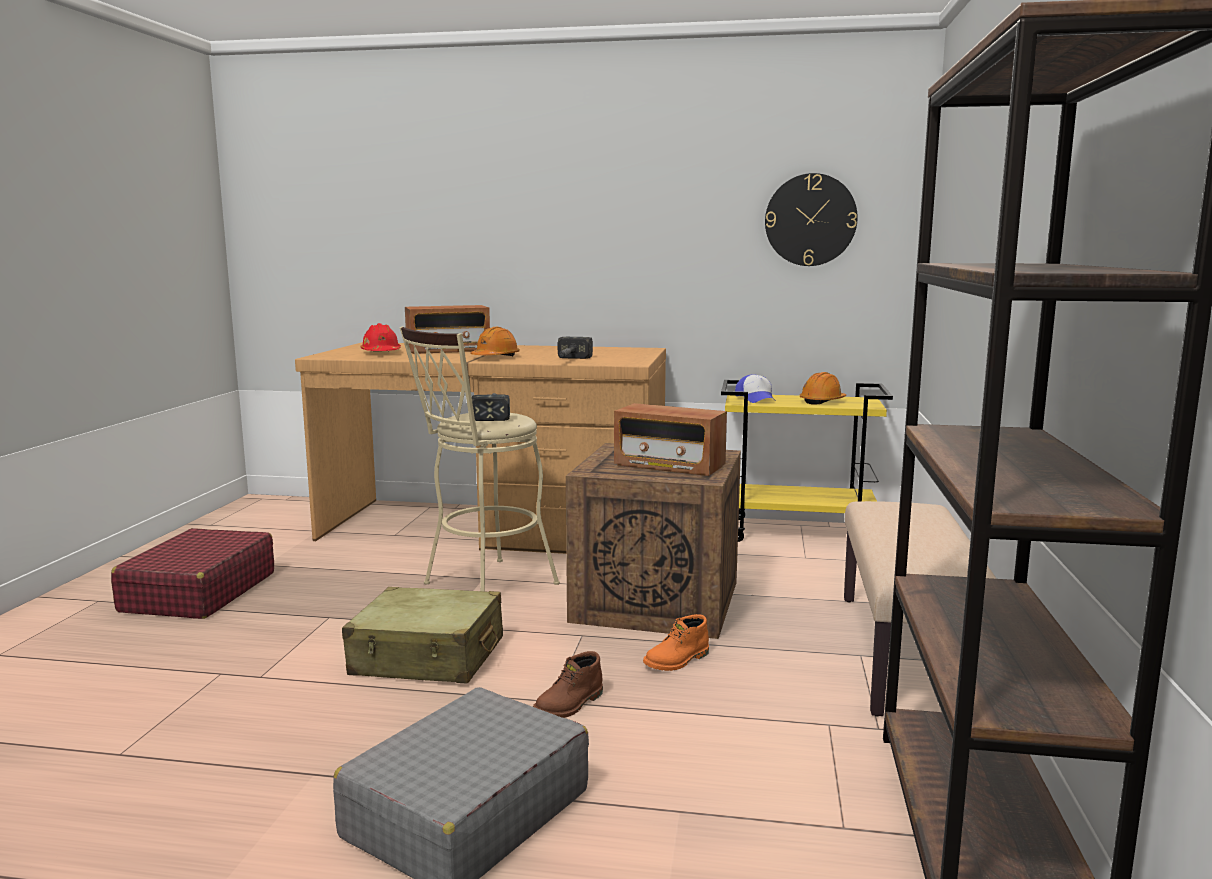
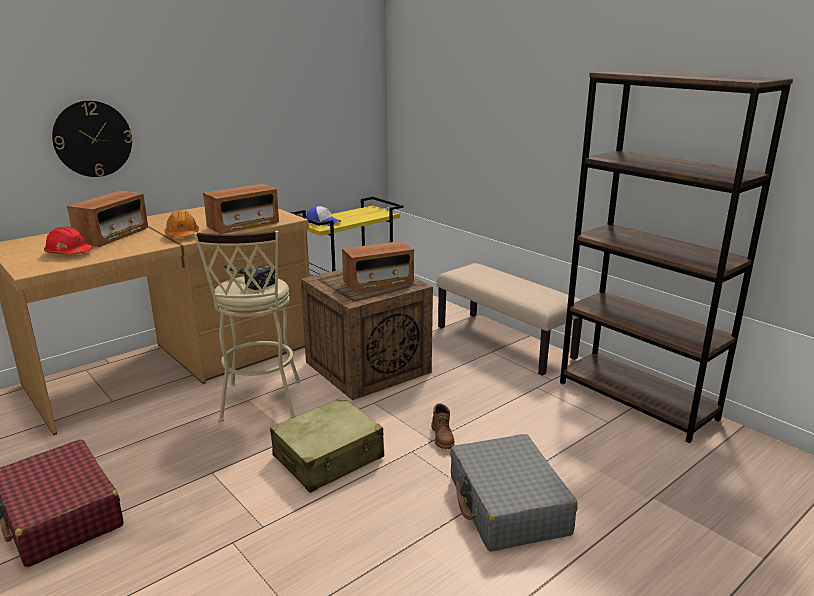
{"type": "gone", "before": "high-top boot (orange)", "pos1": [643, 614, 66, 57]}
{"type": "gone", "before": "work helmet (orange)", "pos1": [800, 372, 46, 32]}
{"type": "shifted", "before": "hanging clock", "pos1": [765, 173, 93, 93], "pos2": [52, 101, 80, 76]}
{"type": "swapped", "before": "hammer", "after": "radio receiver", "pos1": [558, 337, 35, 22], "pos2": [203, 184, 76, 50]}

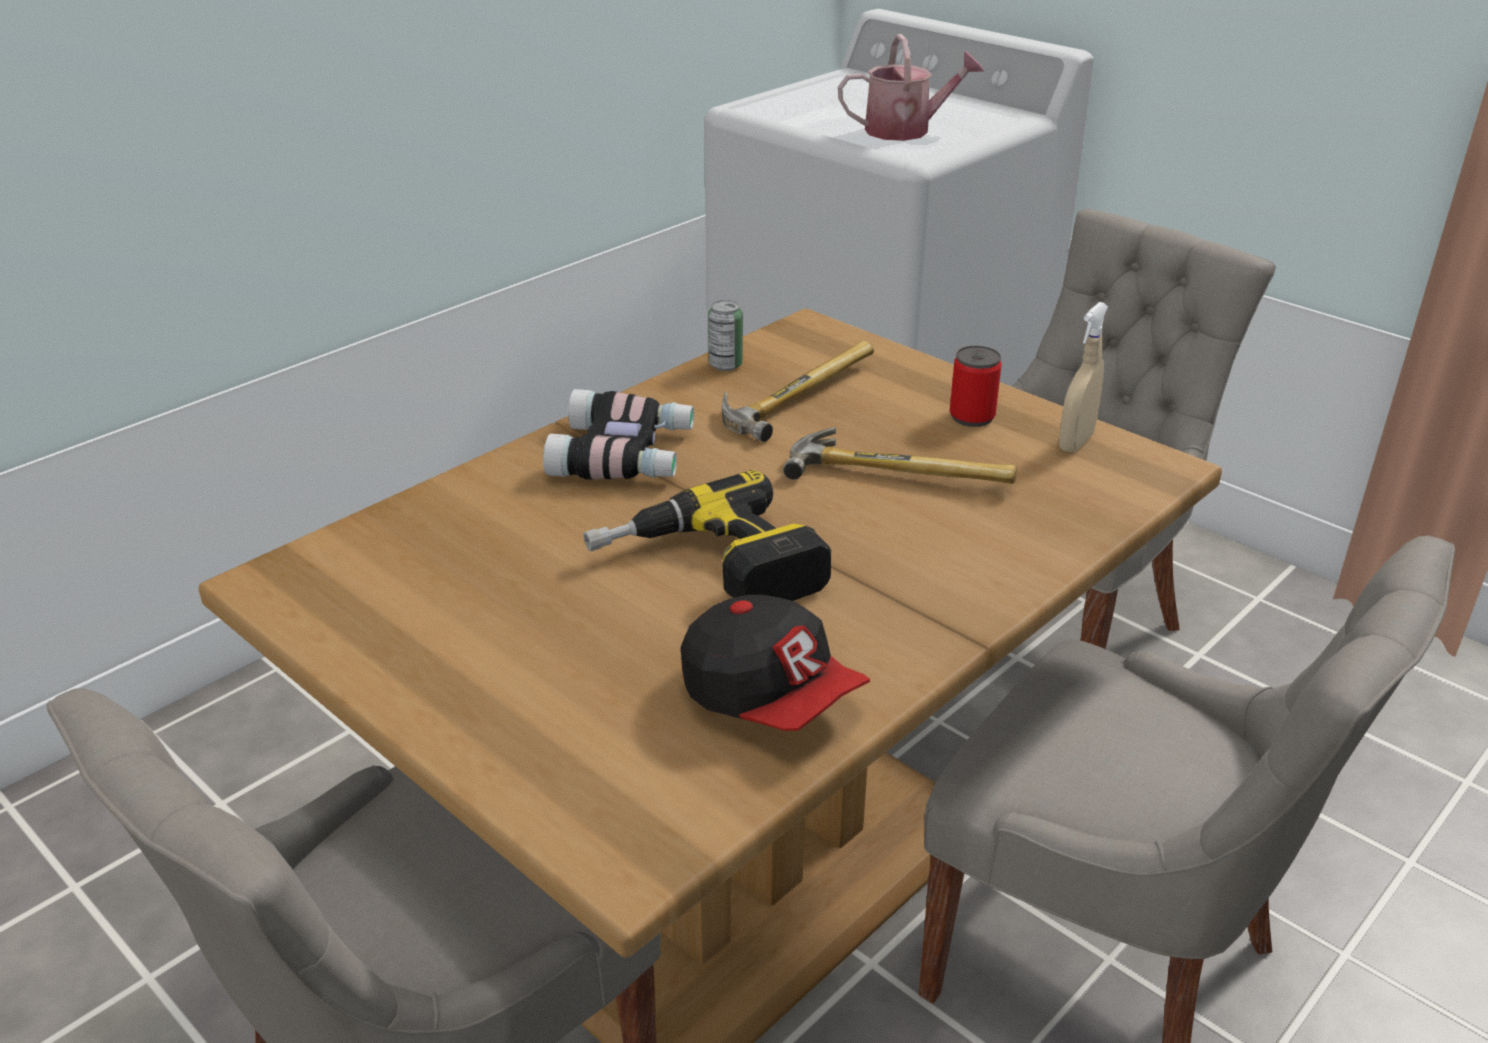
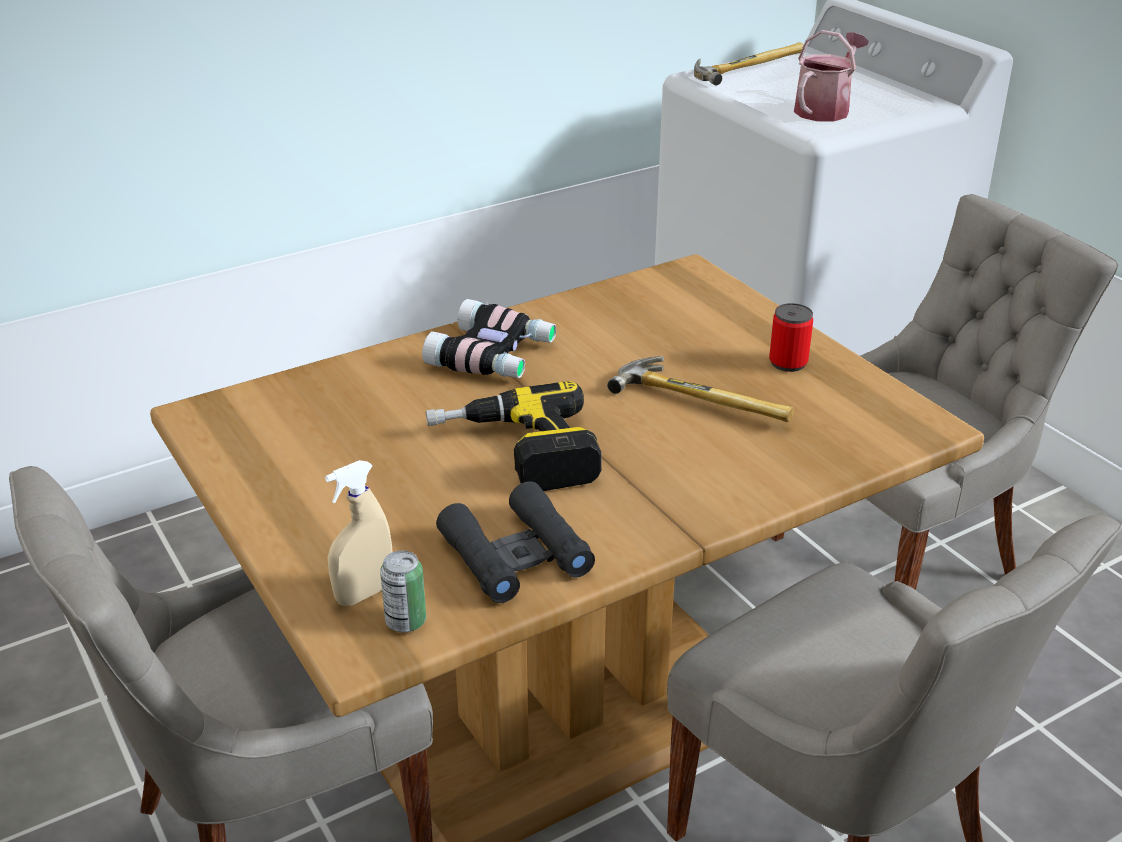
{"type": "shifted", "before": "can", "pos1": [708, 300, 35, 71], "pos2": [380, 551, 46, 81]}
{"type": "shifted", "before": "hammer", "pos1": [722, 341, 152, 101], "pos2": [694, 42, 110, 43]}
{"type": "shifted", "before": "sprayer (beige-coloured)", "pos1": [1059, 302, 49, 150], "pos2": [325, 460, 67, 146]}
{"type": "swapped", "before": "cap", "after": "binoculars (blackish)", "pos1": [681, 595, 189, 136], "pos2": [436, 481, 159, 122]}
{"type": "rotated", "before": "watering can", "pos1": [838, 34, 146, 107], "pos2": [794, 30, 75, 91], "turn": -60}

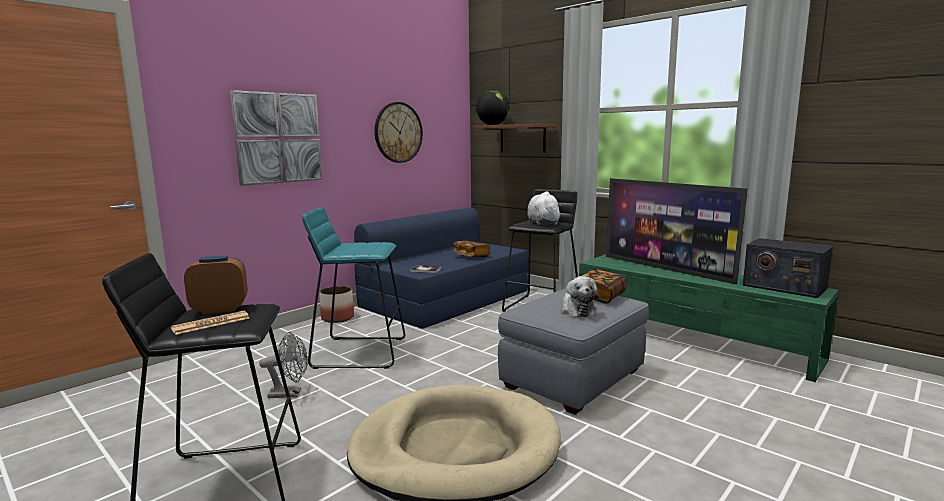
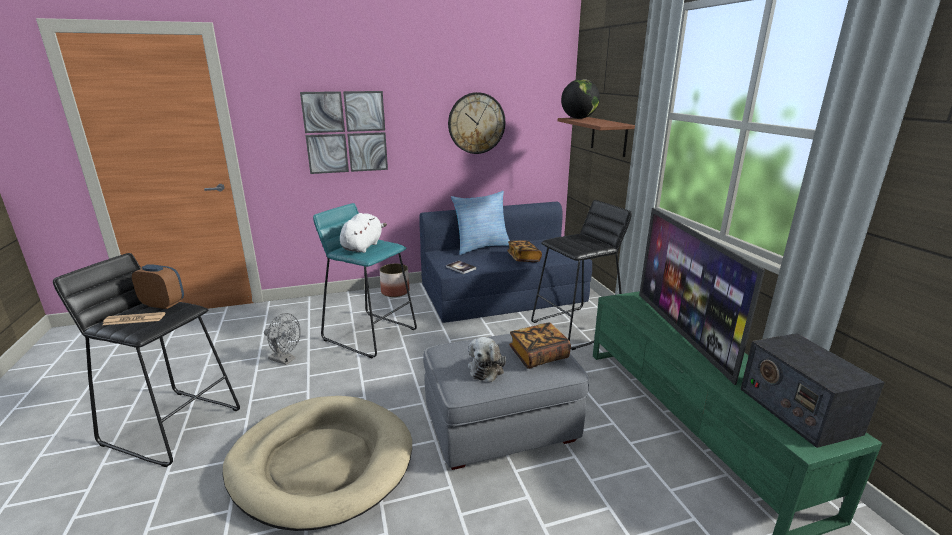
{"type": "new", "after": "cushion", "pos2": [451, 191, 59, 64]}
{"type": "shifted", "before": "cuddly toy (white)", "pos1": [527, 191, 35, 34], "pos2": [340, 213, 47, 40]}

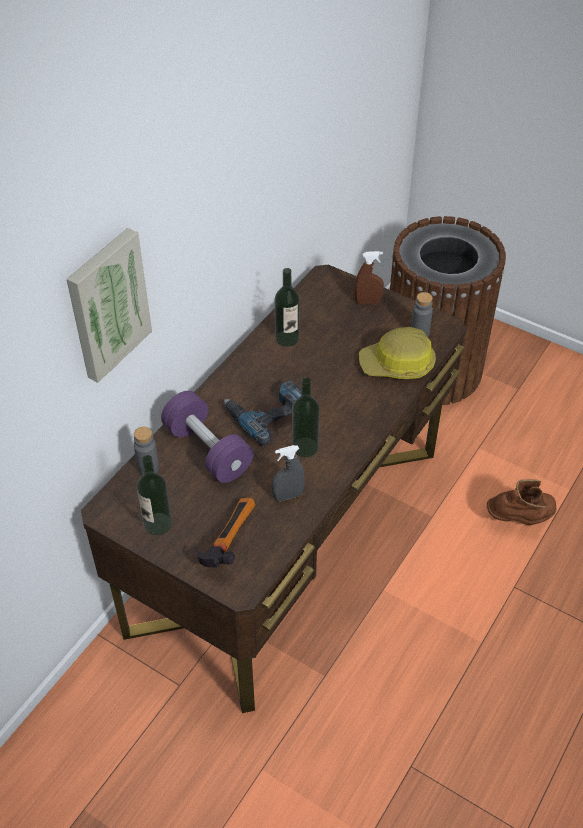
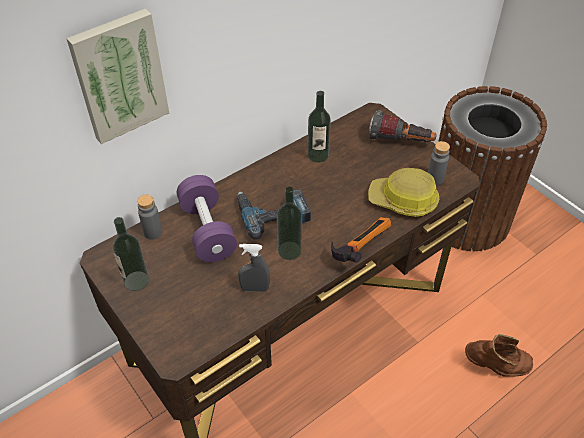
{"type": "shifted", "before": "hammer", "pos1": [194, 497, 62, 70], "pos2": [331, 217, 60, 46]}
{"type": "swapped", "before": "sprayer (brown-coloured)", "after": "torch", "pos1": [355, 251, 29, 53], "pos2": [369, 110, 68, 32]}

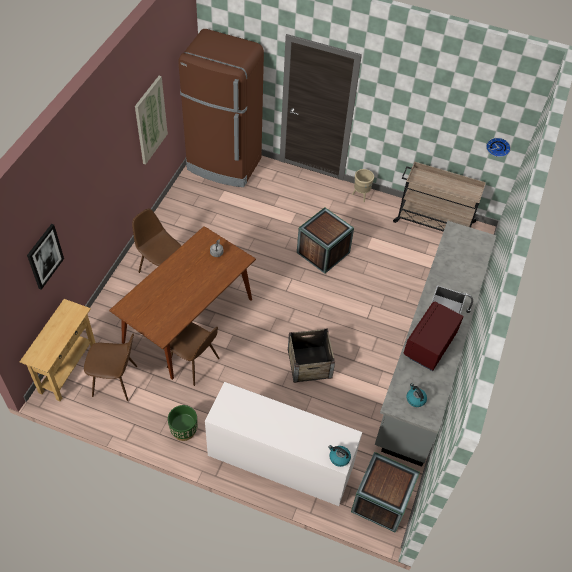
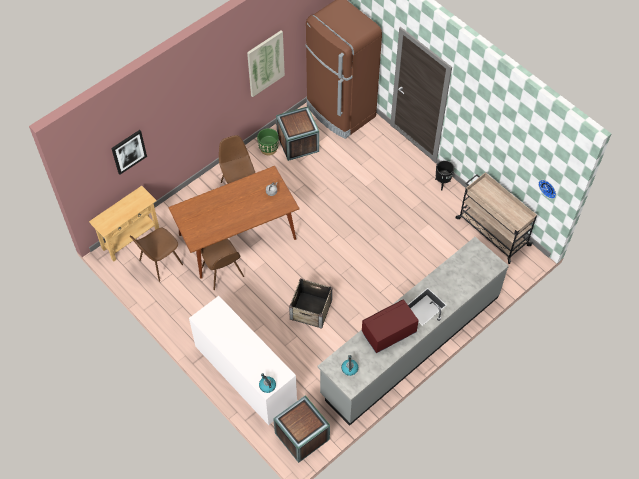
{"type": "shifted", "before": "plant pot (greenish)", "pos1": [168, 405, 30, 36], "pos2": [257, 128, 22, 27]}
{"type": "shifted", "before": "shipping crate", "pos1": [297, 207, 57, 67], "pos2": [276, 106, 43, 55]}
{"type": "repainted", "before": "plant pot (beige-coloured)", "after": "plant pot (blackish)", "pos1": [352, 169, 22, 34], "pos2": [435, 160, 19, 31]}
{"type": "rotated", "before": "plain chair (brown-coloured)", "pos1": [84, 333, 53, 68], "pos2": [130, 228, 53, 54], "turn": 105}

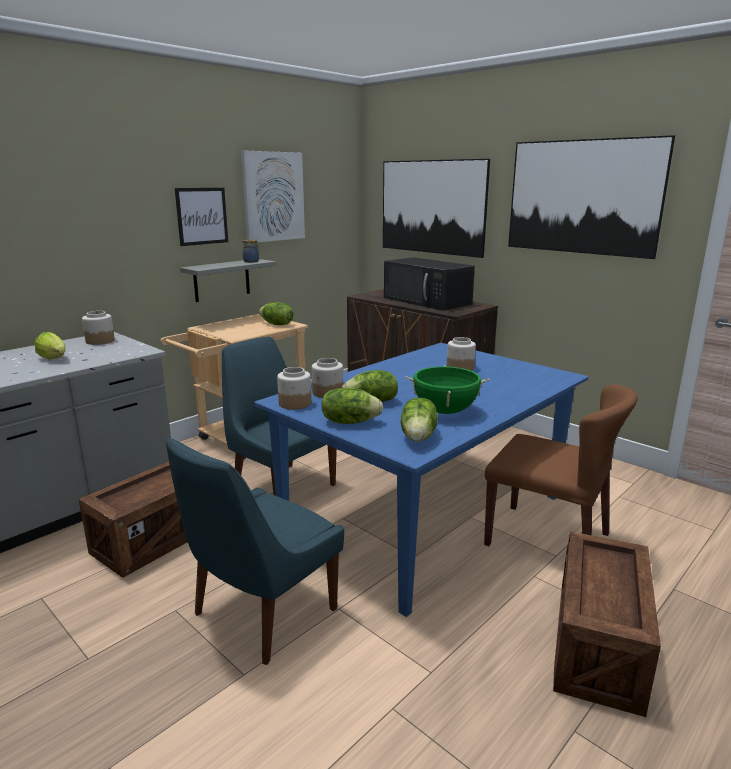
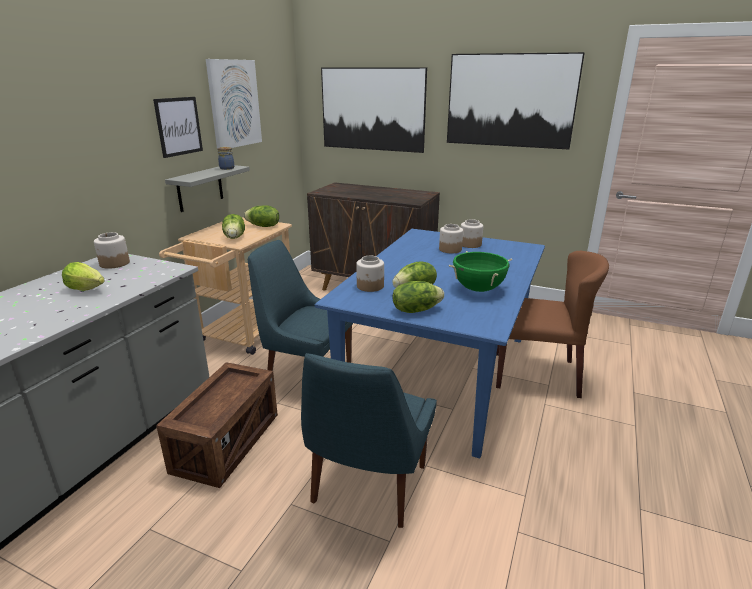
{"type": "gone", "before": "kitchen microwave (blackish)", "pos1": [384, 257, 91, 54]}
{"type": "gone", "before": "shipping crate", "pos1": [553, 532, 108, 185]}
{"type": "shifted", "before": "preserve jar", "pos1": [277, 367, 34, 43], "pos2": [461, 219, 22, 29]}
{"type": "shifted", "before": "lettuce head", "pos1": [401, 398, 37, 44], "pos2": [222, 214, 23, 25]}

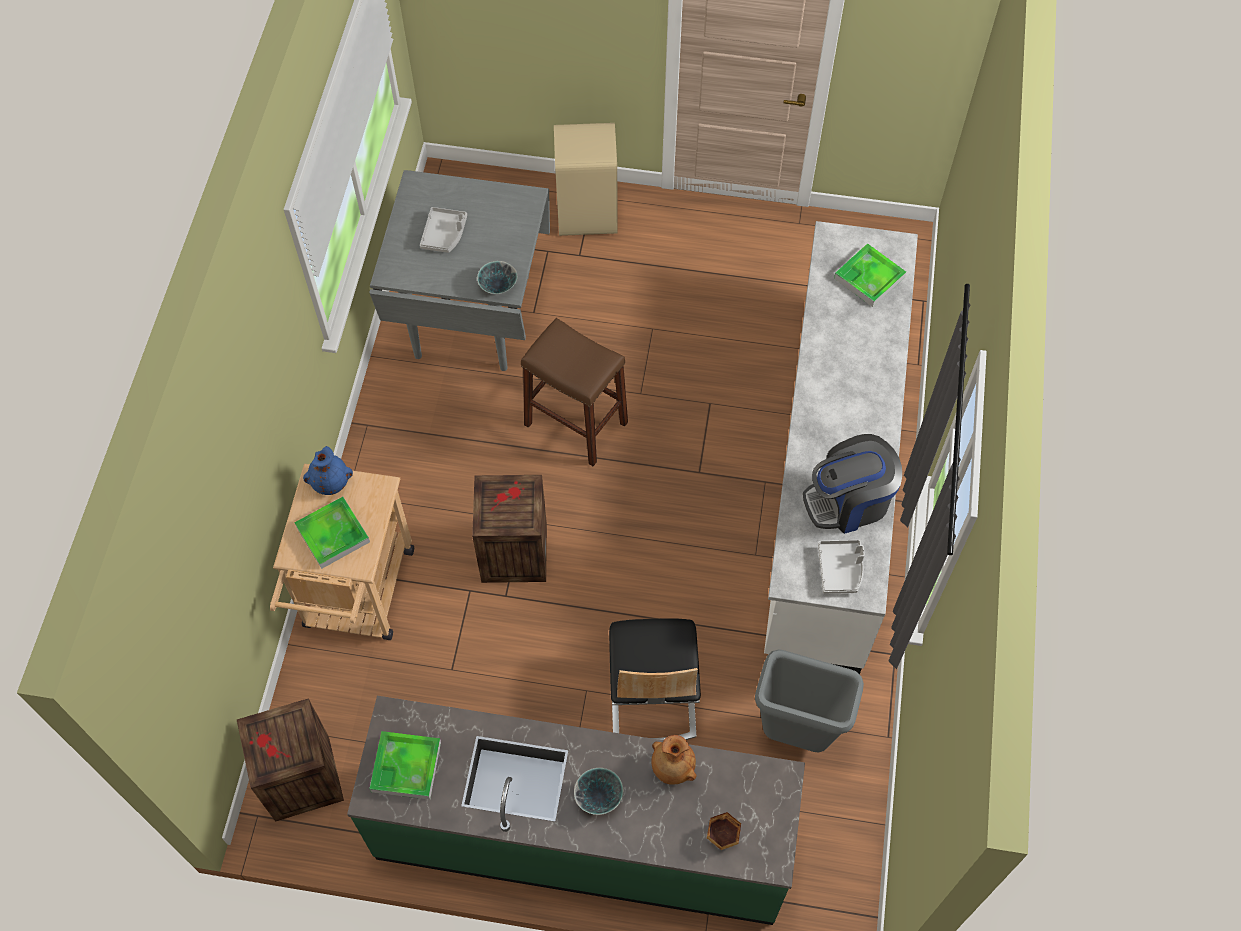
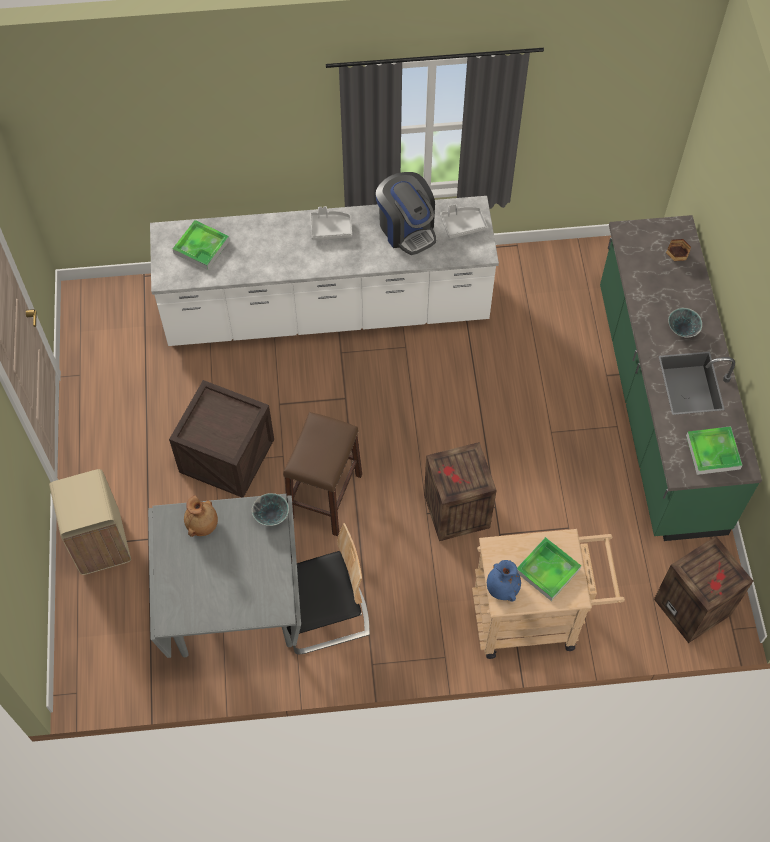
{"type": "gone", "before": "trash can (gray)", "pos1": [755, 649, 109, 103]}
{"type": "new", "after": "shipping crate", "pos2": [169, 380, 105, 118]}
{"type": "shifted", "before": "serving tray (gray)", "pos1": [420, 207, 47, 46], "pos2": [310, 206, 42, 34]}
{"type": "shifted", "before": "plain chair", "pos1": [609, 618, 92, 122], "pos2": [287, 523, 83, 131]}
{"type": "shifted", "before": "decorative vase (brown-coloured)", "pos1": [652, 735, 45, 50], "pos2": [184, 495, 34, 42]}

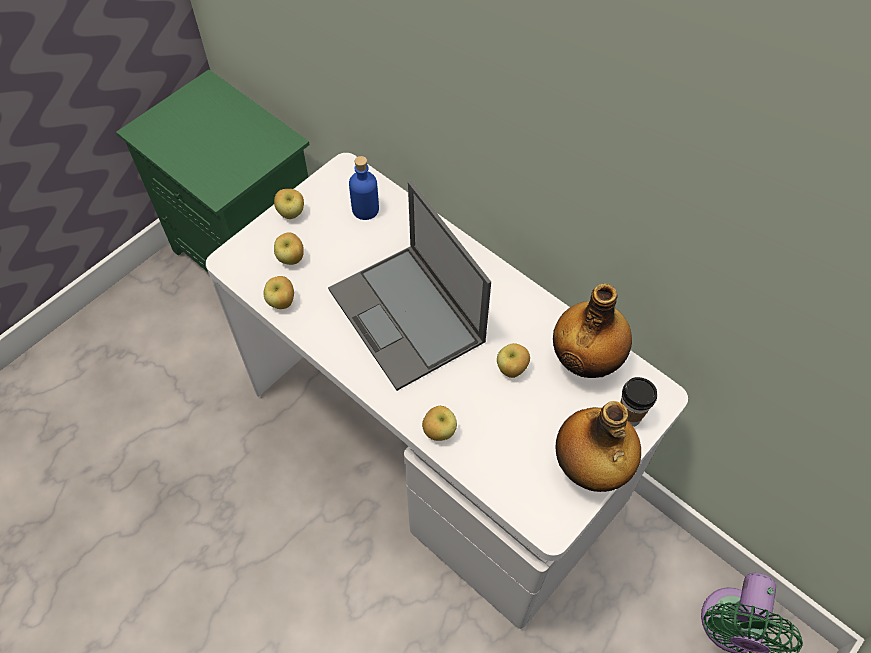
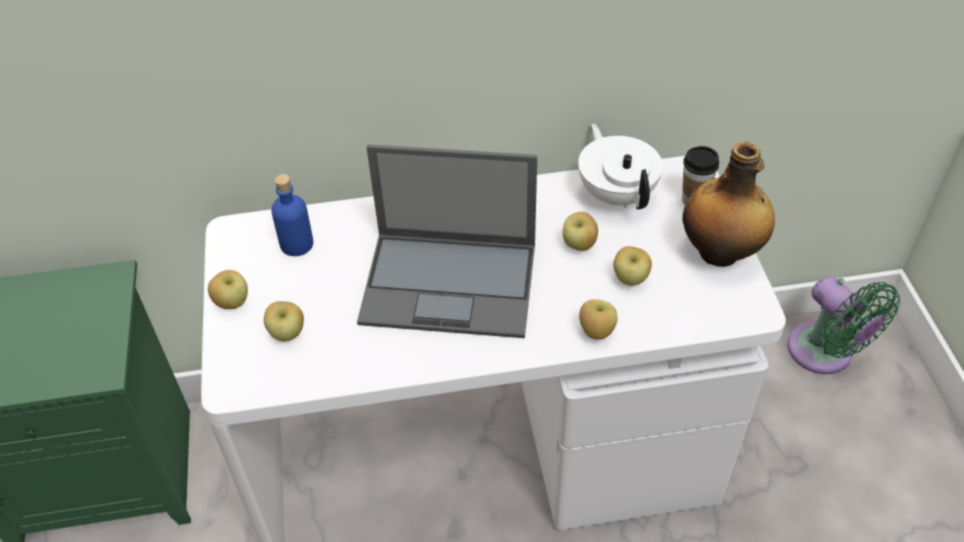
{"type": "shifted", "before": "apple fruit", "pos1": [263, 276, 31, 33], "pos2": [613, 246, 39, 40]}
{"type": "swapped", "before": "beverage bottle", "after": "tea pot (white)", "pos1": [553, 283, 79, 95], "pos2": [578, 123, 85, 87]}

